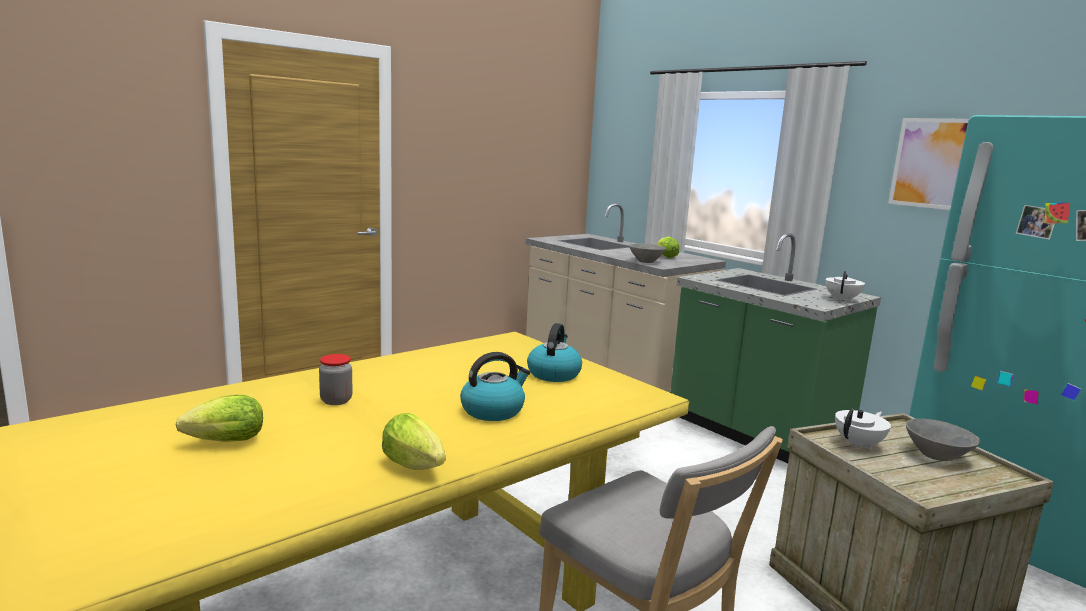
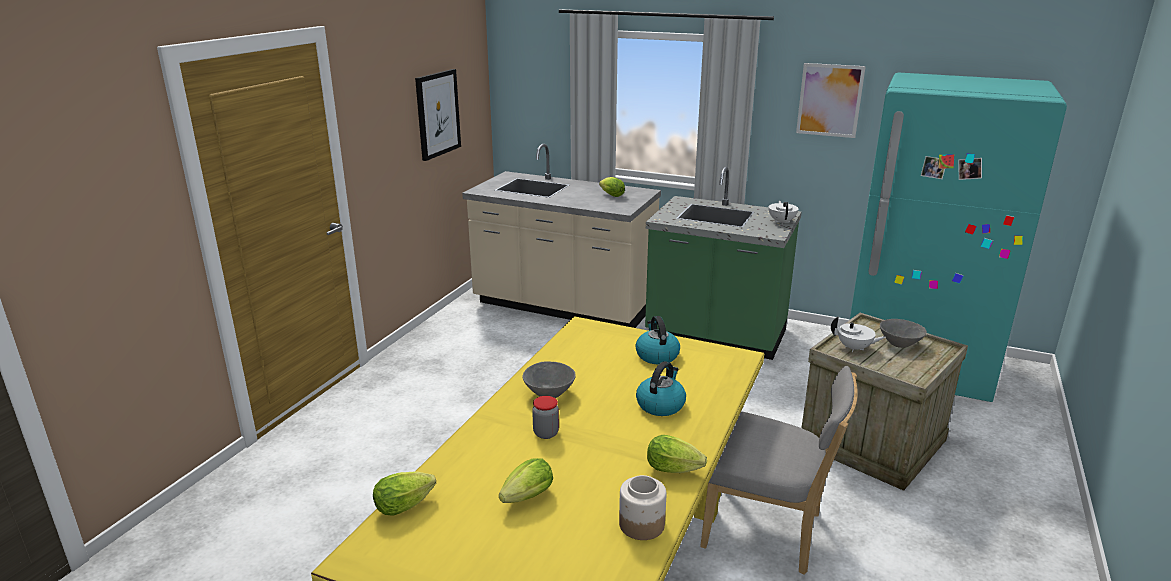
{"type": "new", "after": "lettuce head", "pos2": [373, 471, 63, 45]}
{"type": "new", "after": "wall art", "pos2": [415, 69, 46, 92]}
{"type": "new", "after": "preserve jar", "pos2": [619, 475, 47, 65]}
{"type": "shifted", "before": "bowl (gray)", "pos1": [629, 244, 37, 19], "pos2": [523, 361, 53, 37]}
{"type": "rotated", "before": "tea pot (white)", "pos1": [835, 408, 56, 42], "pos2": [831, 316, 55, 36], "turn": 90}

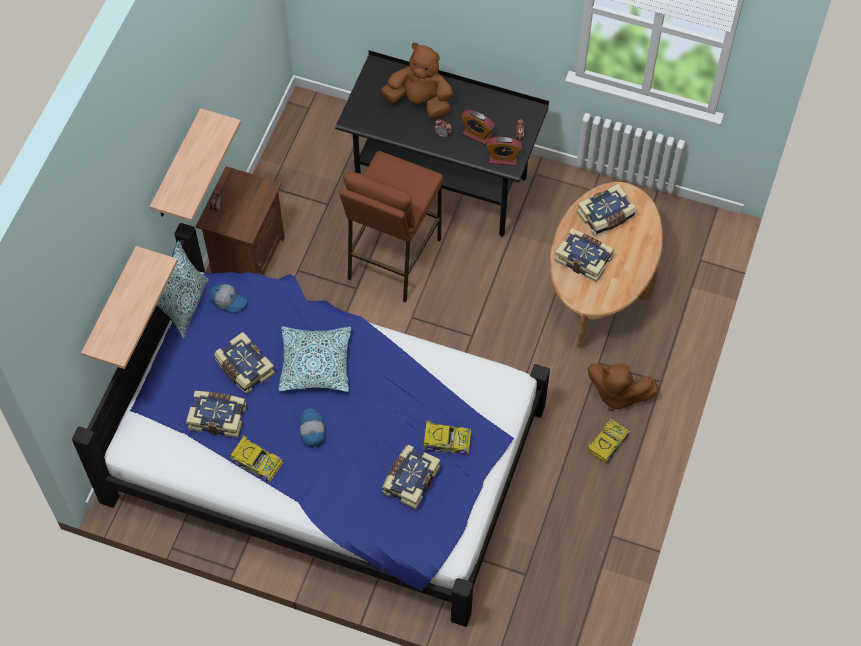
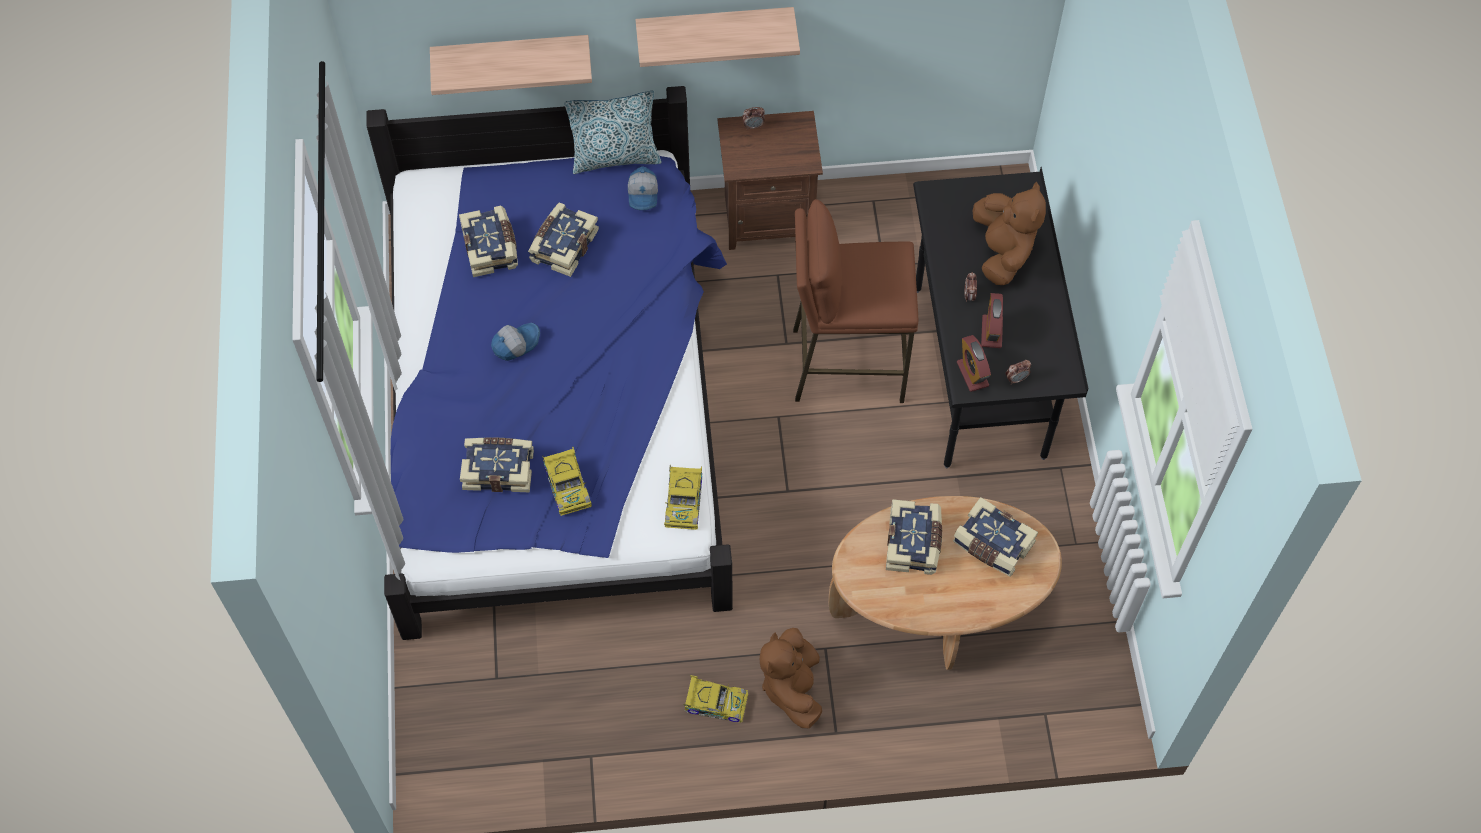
{"type": "gone", "before": "cushion", "pos1": [279, 326, 72, 66]}
{"type": "shifted", "before": "model car", "pos1": [229, 435, 54, 47], "pos2": [664, 464, 38, 66]}

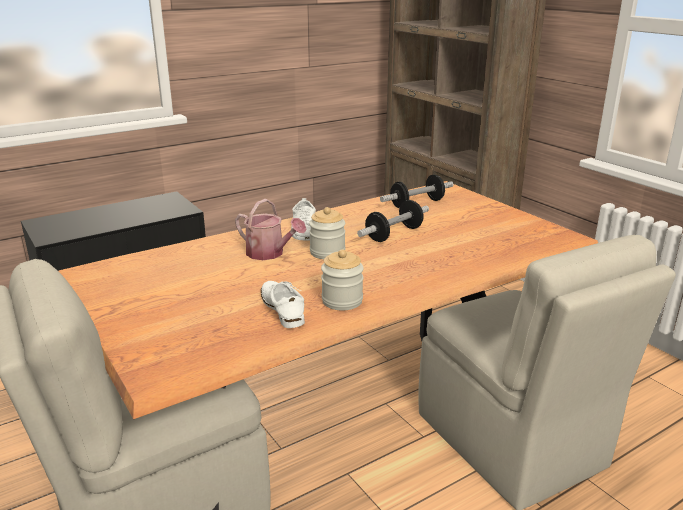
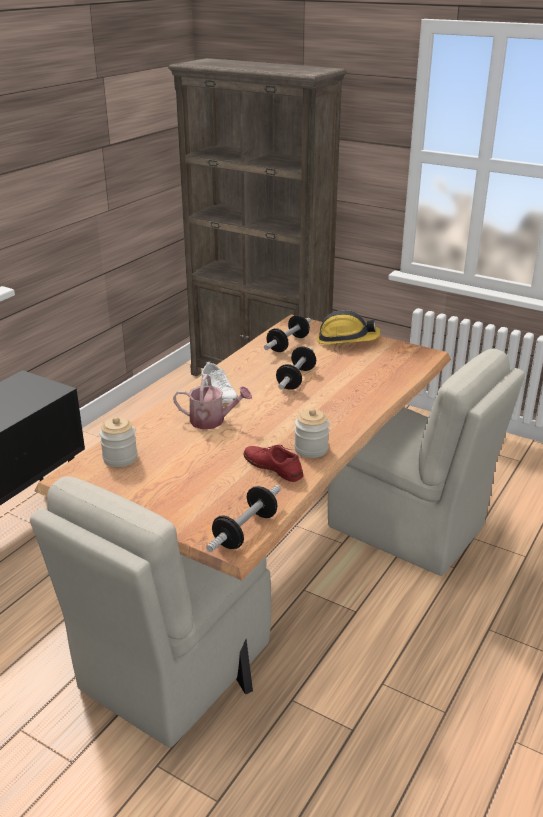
{"type": "new", "after": "dumbbell", "pos2": [206, 485, 75, 67]}
{"type": "new", "after": "work helmet", "pos2": [316, 310, 65, 34]}
{"type": "shifted", "before": "preserve jar", "pos1": [309, 207, 36, 52], "pos2": [99, 417, 39, 50]}
{"type": "repainted", "before": "item of footwear (white)", "after": "item of footwear (red)", "pos1": [261, 281, 44, 47], "pos2": [243, 445, 60, 37]}

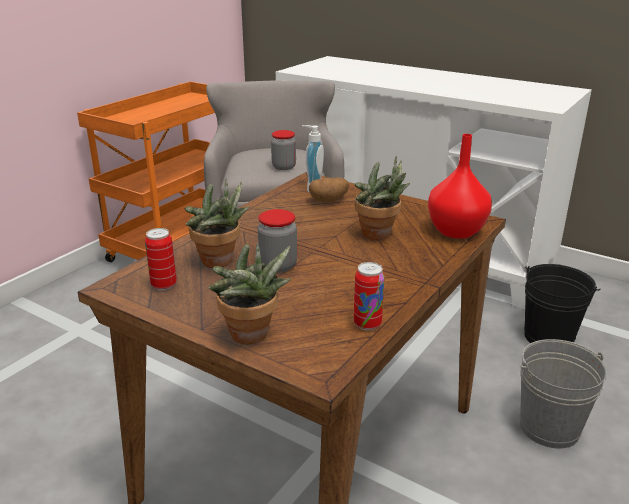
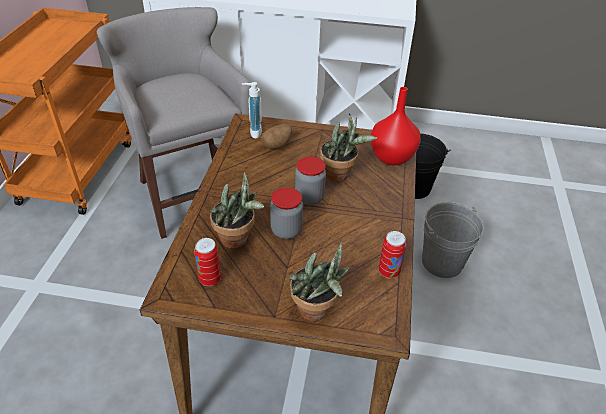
{"type": "shifted", "before": "preserve jar", "pos1": [271, 130, 25, 40], "pos2": [295, 156, 31, 49]}

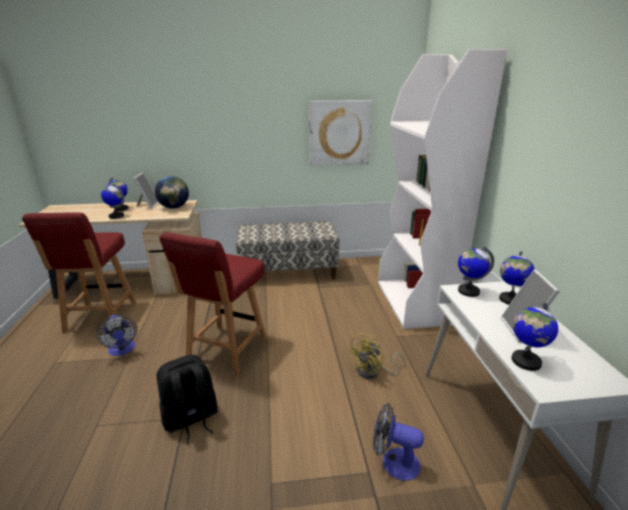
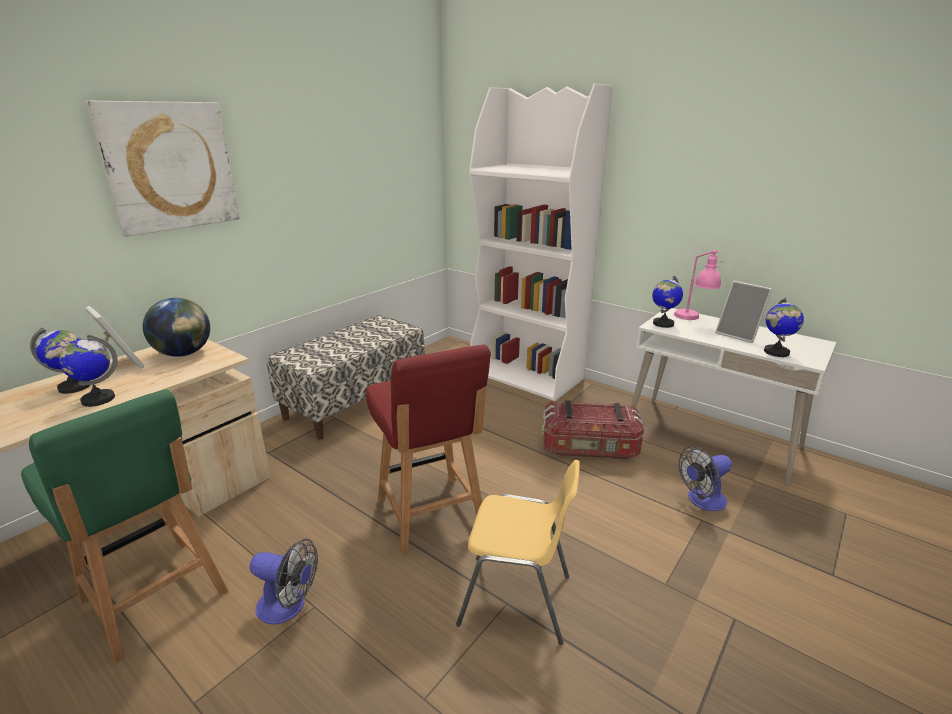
{"type": "shifted", "before": "wall art", "pos1": [309, 100, 63, 66], "pos2": [85, 101, 155, 136]}
{"type": "swapped", "before": "rucksack (blackish)", "after": "plain chair (yellowish)", "pos1": [157, 355, 61, 90], "pos2": [456, 460, 124, 185]}
{"type": "swapped", "before": "electric fan (yellowish)", "after": "storage bin", "pos1": [348, 333, 58, 46], "pos2": [542, 400, 102, 60]}
{"type": "swapped", "before": "globe", "after": "tabletop lamp (pink-coloured)", "pos1": [499, 251, 35, 54], "pos2": [674, 250, 50, 70]}
{"type": "repainted", "before": "plain chair (red)", "after": "plain chair (greenish)", "pos1": [22, 212, 114, 121], "pos2": [21, 389, 207, 275]}

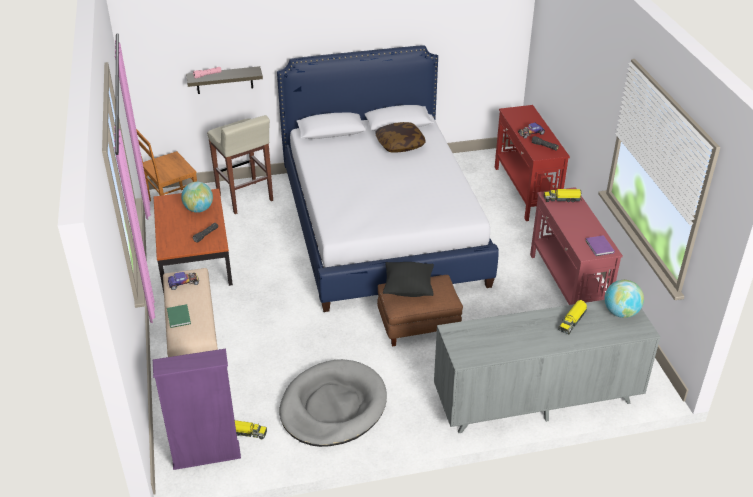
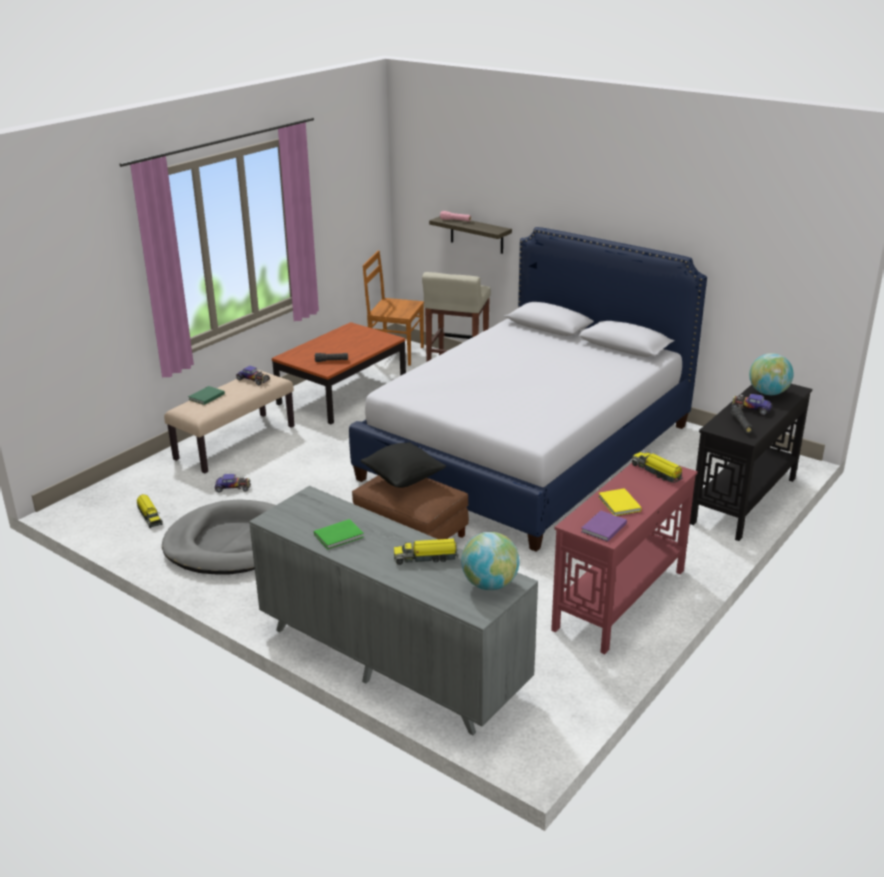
{"type": "gone", "before": "shelving unit (purple)", "pos1": [153, 349, 88, 121]}
{"type": "gone", "before": "cushion", "pos1": [375, 122, 50, 30]}
{"type": "new", "after": "model car", "pos2": [215, 474, 36, 19]}
{"type": "new", "after": "volume (greenish)", "pos2": [314, 519, 50, 31]}
{"type": "new", "after": "volume (yellowish)", "pos2": [598, 488, 43, 28]}
{"type": "shifted", "before": "globe", "pos1": [181, 182, 32, 31], "pos2": [749, 353, 45, 42]}
{"type": "repainted", "before": "narrow table (red)", "after": "narrow table (blackish)", "pos1": [495, 105, 75, 116], "pos2": [690, 384, 122, 157]}

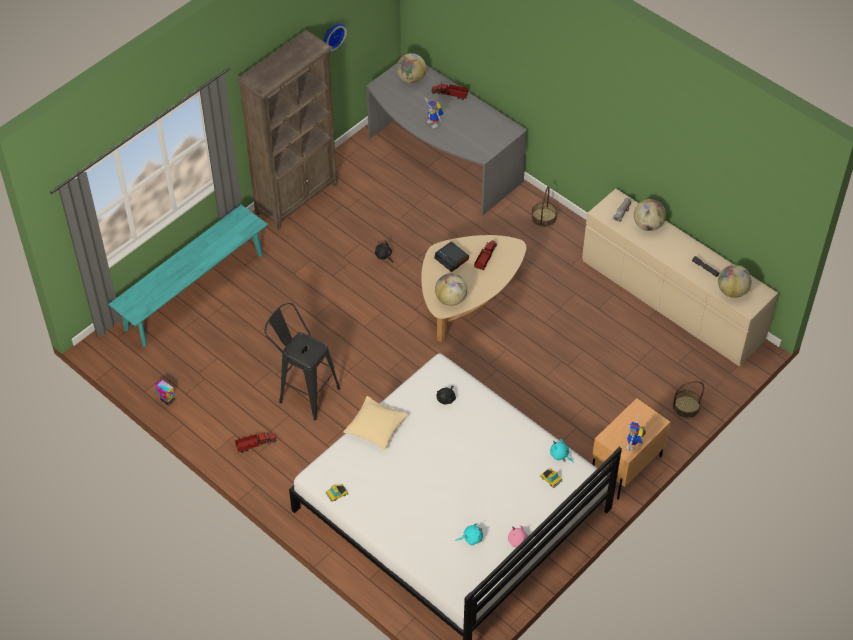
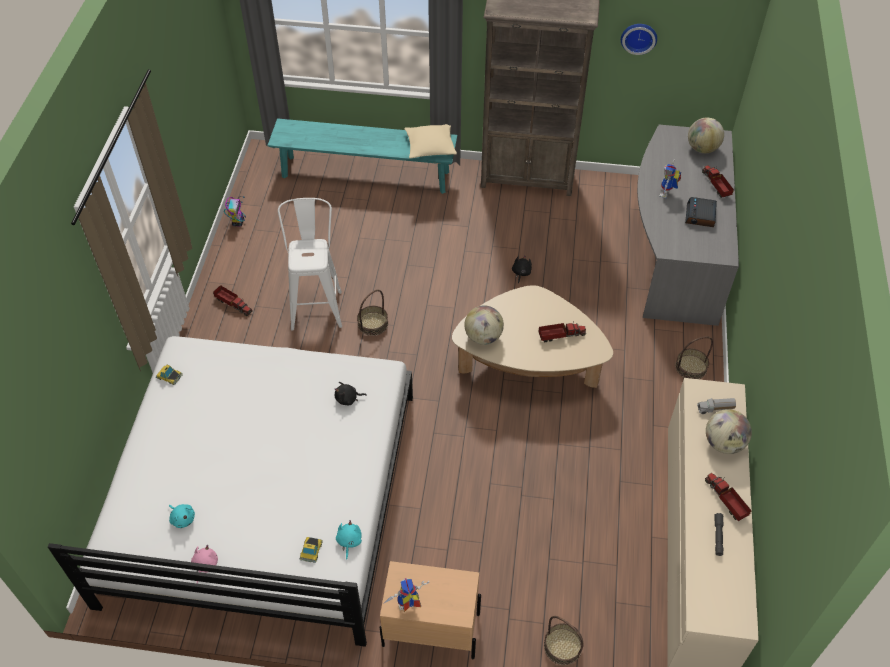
{"type": "gone", "before": "globe", "pos1": [718, 265, 33, 33]}
{"type": "new", "after": "basket", "pos2": [357, 290, 31, 46]}
{"type": "new", "after": "toy lorry", "pos2": [705, 473, 47, 48]}
{"type": "shifted", "before": "cushion (beige-coloured)", "pos1": [343, 396, 65, 54], "pos2": [404, 124, 53, 35]}
{"type": "shifted", "before": "bedside clock", "pos1": [434, 241, 35, 31], "pos2": [685, 197, 32, 30]}
{"type": "repainted", "before": "stool (blackish)", "after": "stool (white)", "pos1": [264, 302, 76, 118], "pos2": [278, 198, 64, 133]}

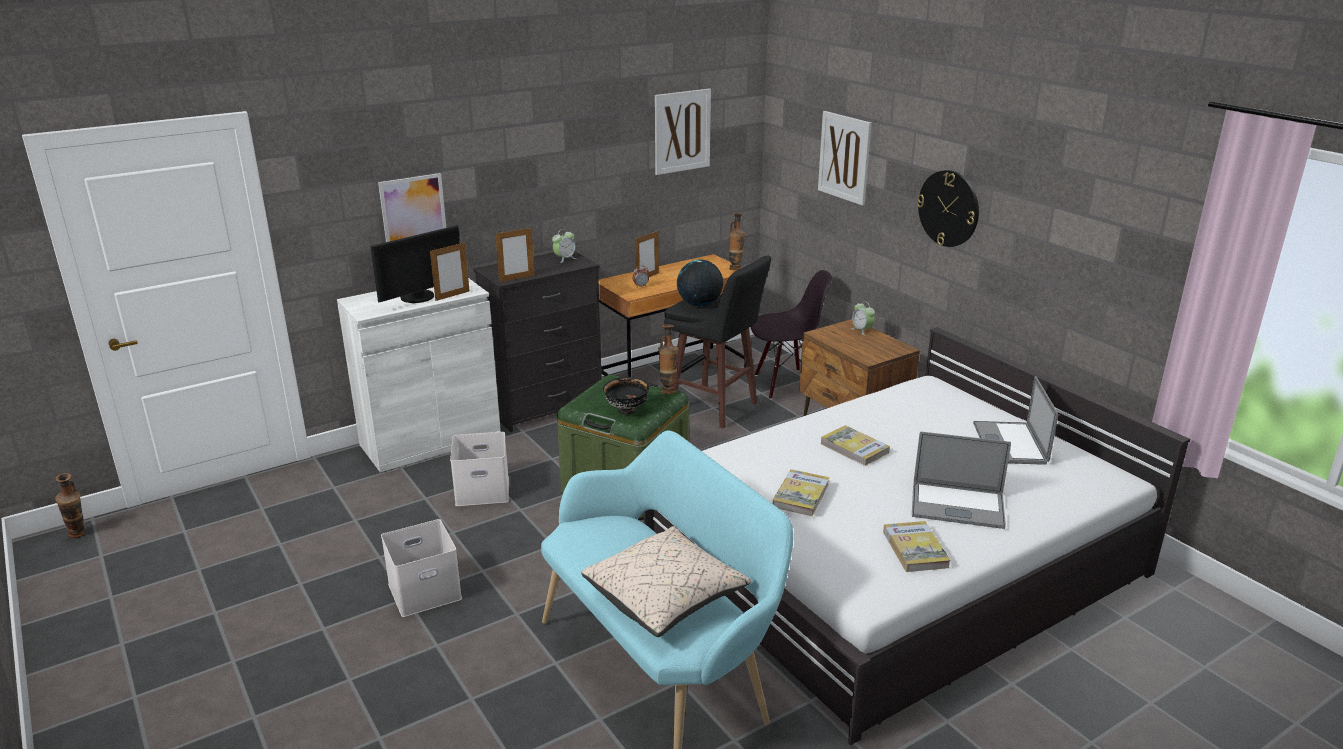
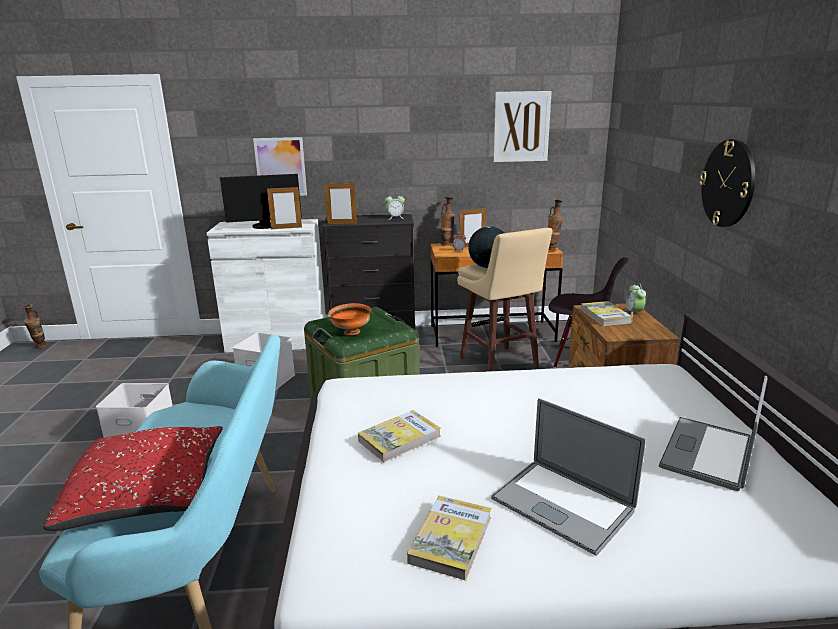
{"type": "gone", "before": "wall art", "pos1": [818, 111, 54, 95]}
{"type": "shifted", "before": "decorative vase", "pos1": [658, 324, 21, 70], "pos2": [441, 197, 14, 49]}
{"type": "shifted", "before": "volume", "pos1": [821, 425, 69, 41], "pos2": [580, 301, 53, 25]}
{"type": "repainted", "before": "cushion (beige-coloured)", "after": "cushion (red)", "pos1": [581, 526, 170, 111], "pos2": [43, 426, 180, 105]}
{"type": "repainted", "before": "bowl (blackish)", "after": "bowl (orange)", "pos1": [603, 377, 47, 38], "pos2": [328, 303, 43, 32]}
{"type": "repainted", "before": "stool (blackish)", "after": "stool (beige-coloured)", "pos1": [664, 256, 107, 173], "pos2": [457, 228, 95, 144]}

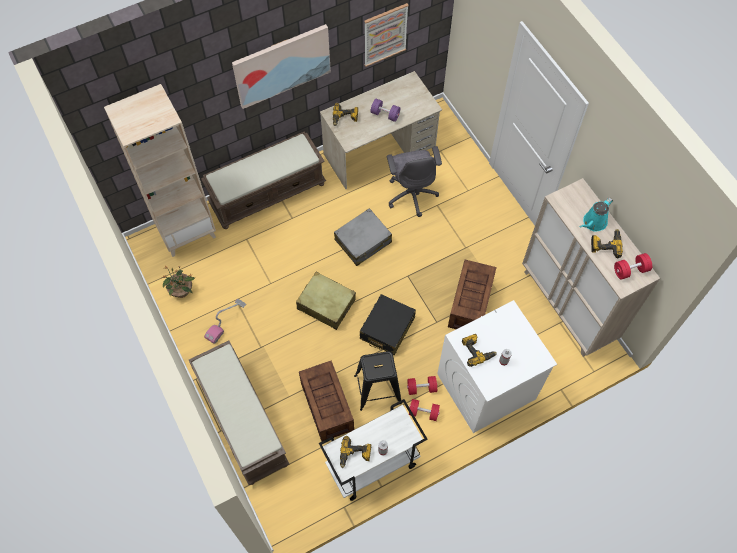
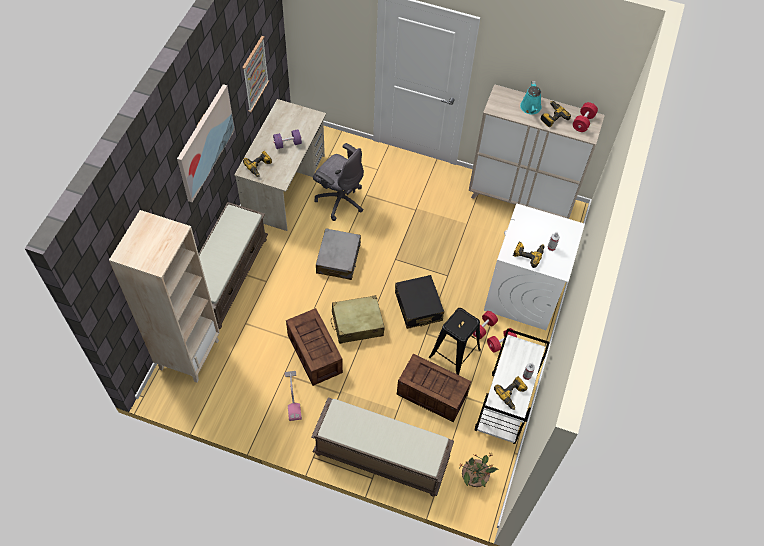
{"type": "shifted", "before": "houseplant", "pos1": [163, 265, 32, 33], "pos2": [459, 454, 40, 33]}
{"type": "shifted", "before": "shipping crate", "pos1": [448, 260, 49, 69], "pos2": [286, 308, 57, 78]}

